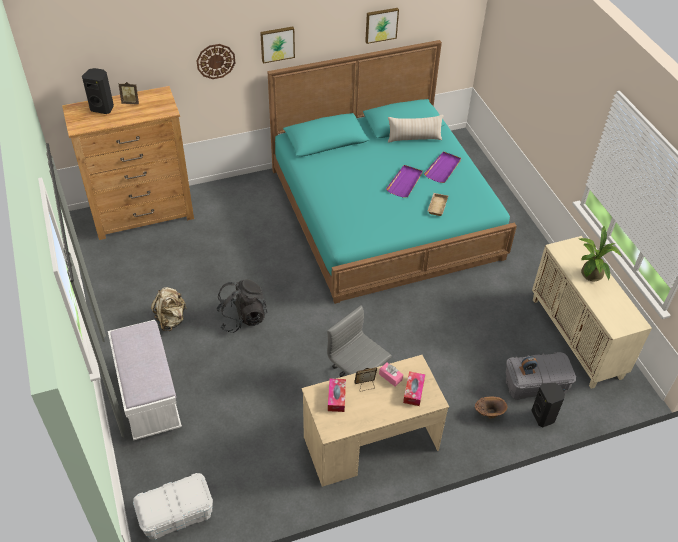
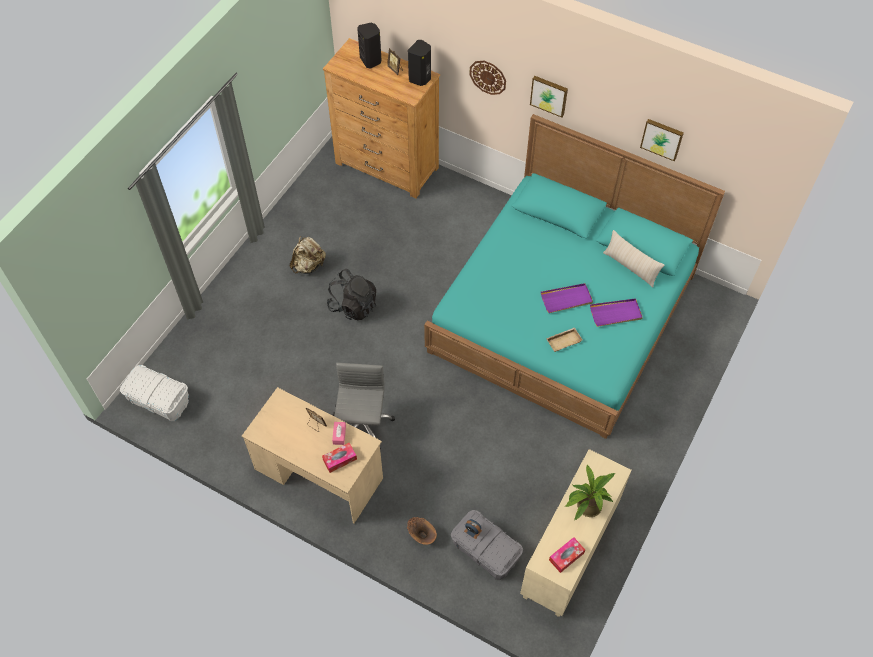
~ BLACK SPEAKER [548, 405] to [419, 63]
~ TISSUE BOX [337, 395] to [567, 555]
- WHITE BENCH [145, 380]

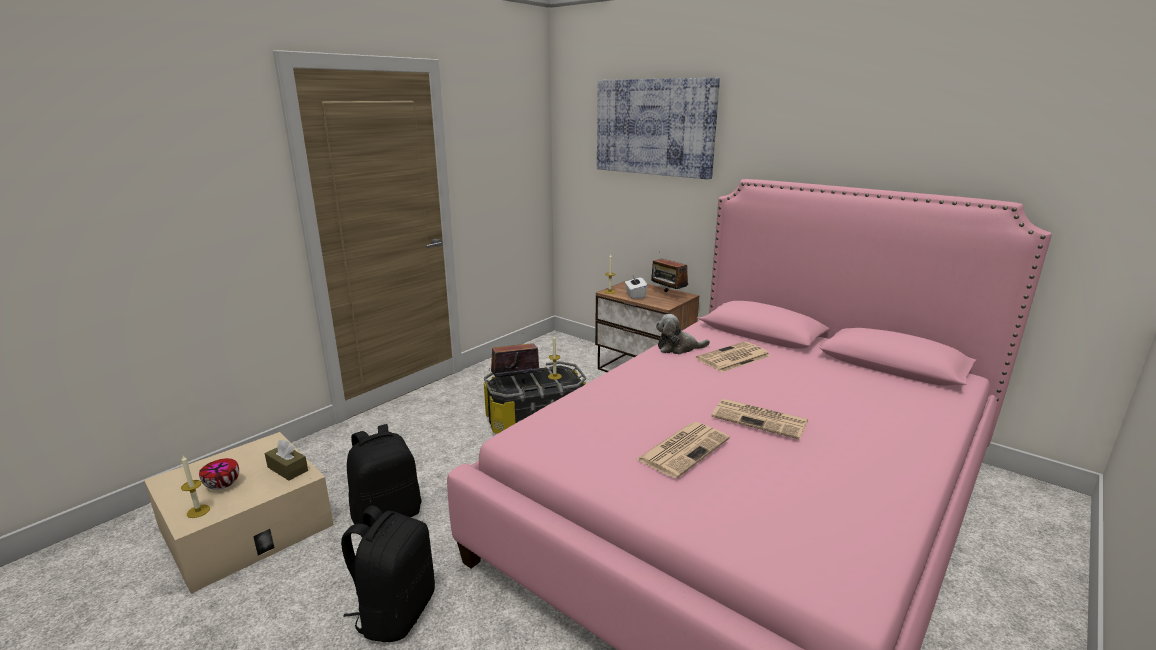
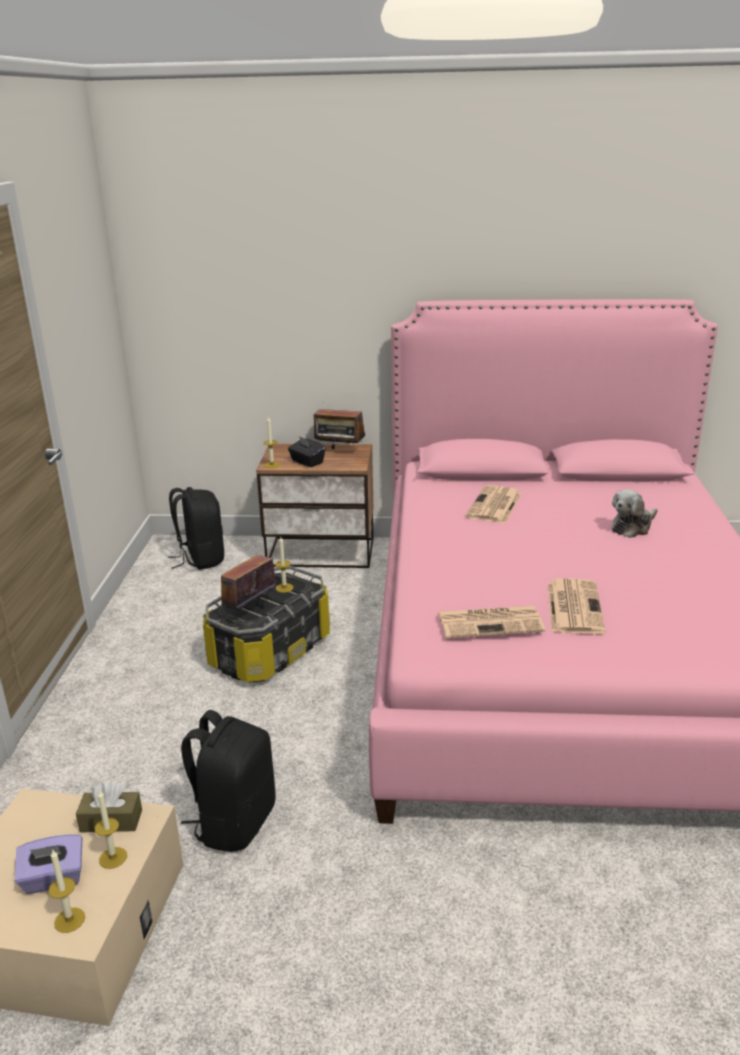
~ BOWL [219, 474] to PURPLE TISSUE BOX [49, 864]
+ CANDLE [111, 829]
~ BLACK BACKPACK [388, 573] to [195, 528]
~ WHITE TISSUE BOX [636, 287] to BLACK TISSUE BOX [306, 451]
~ NEWSPAPER [759, 419] to [491, 622]
~ PLUSH TOY [683, 334] to [634, 513]
- PICTURE [658, 128]

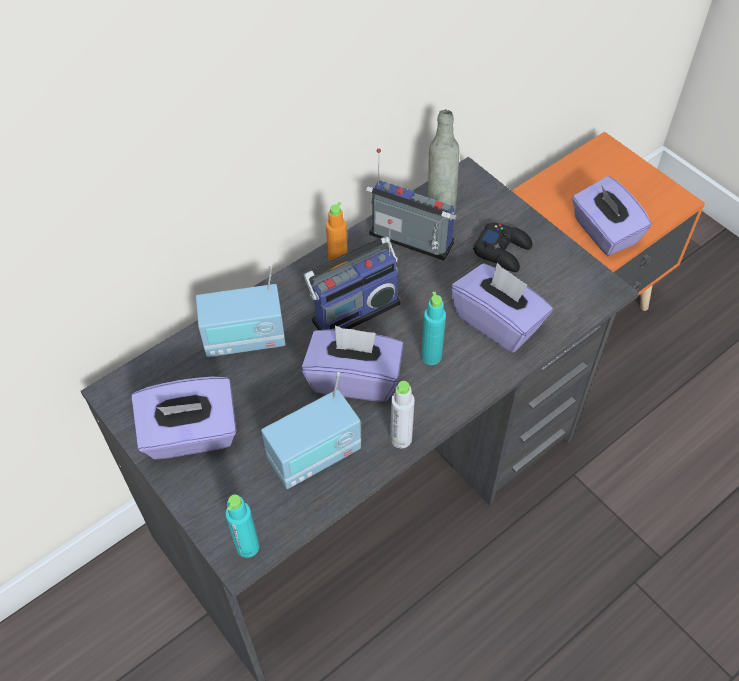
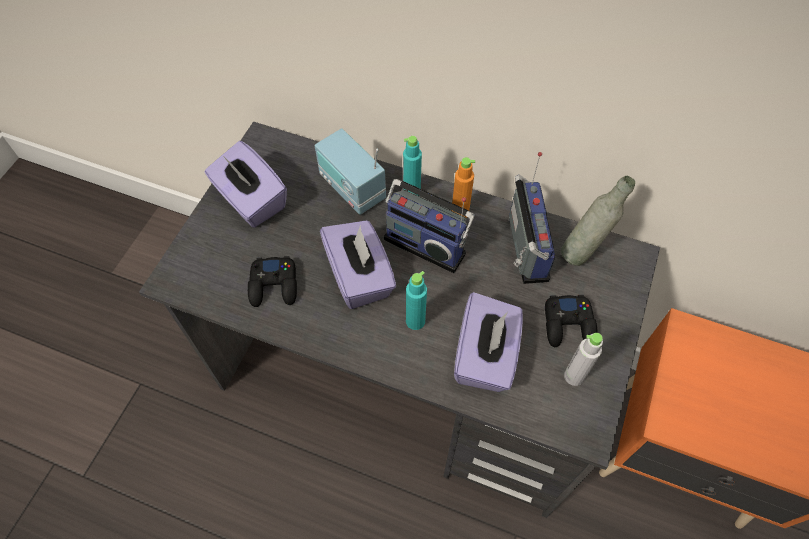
~ RADIO [311, 430] to BLACK GAME CONTROLLER [272, 281]
~ TURQUOISE BOTTLE [242, 526] to [412, 166]
~ GREY BOTTLE [402, 414] to [583, 359]
- PURPLE TISSUE BOX [612, 216]

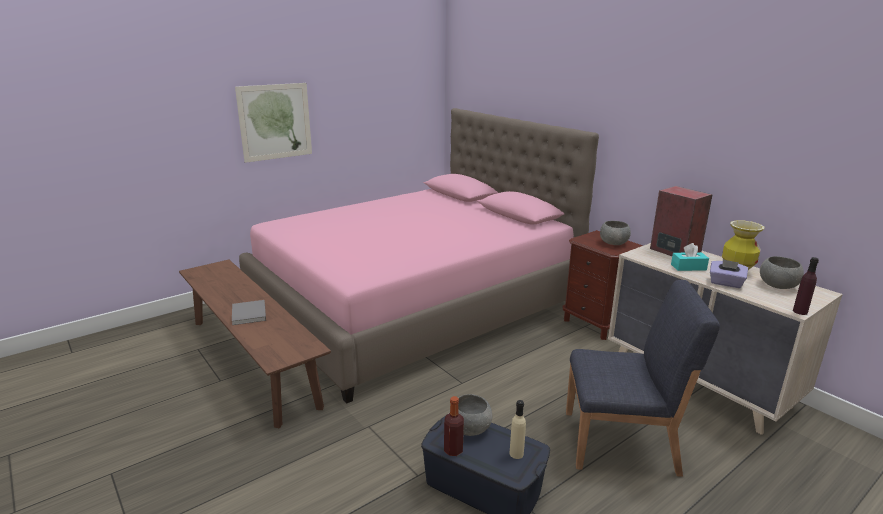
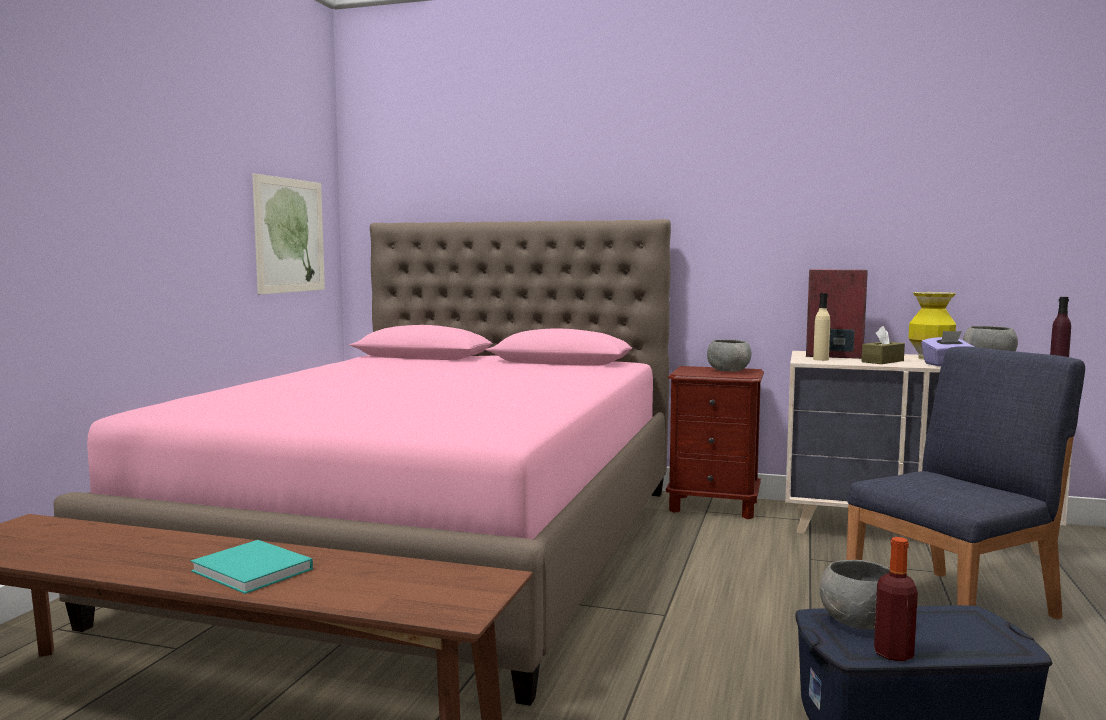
~ GREY BOOK [249, 312] to TURQUOISE BOOK [251, 567]
~ PICTURE [273, 123] to [288, 234]
~ BEIGE BOTTLE [518, 429] to [821, 327]
~ TURQUOISE TISSUE BOX [690, 257] to BROWN TISSUE BOX [883, 345]

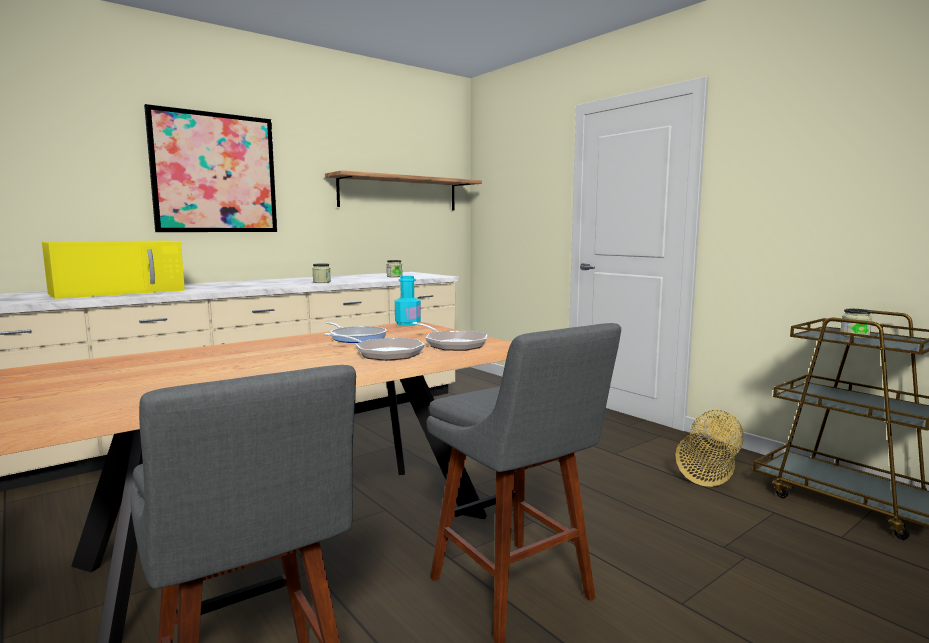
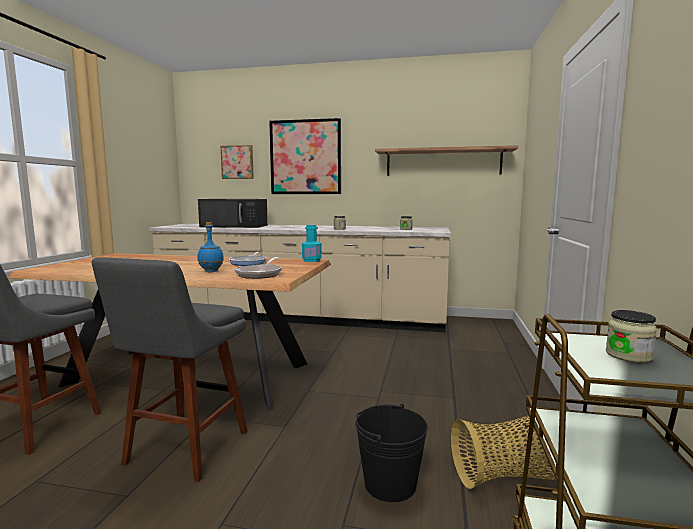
~ FRYING PAN [374, 347] to BLUE BOTTLE [210, 247]
~ YELLOW MICROWAVE [113, 270] to BLACK MICROWAVE [233, 213]
+ PICTURE [237, 162]
+ BLACK BUCKET [391, 453]

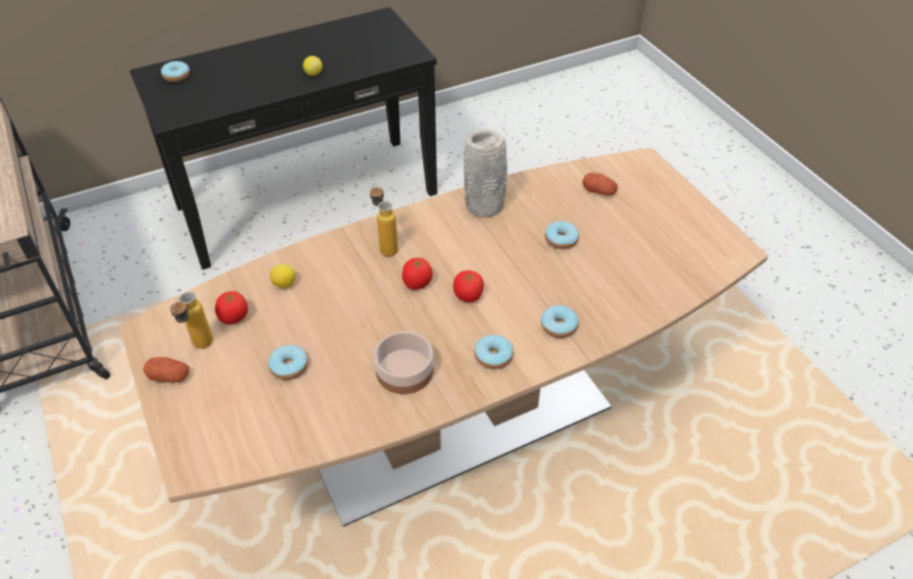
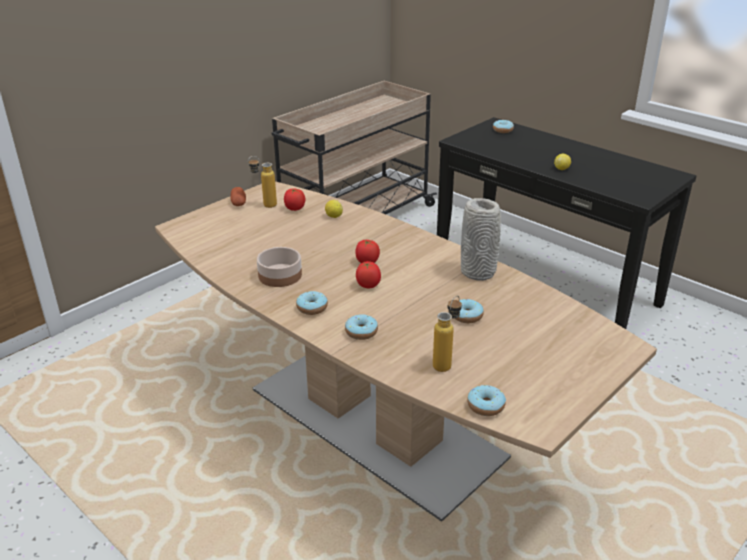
~ BOTTLE [384, 220] to [447, 333]
~ DONUT [288, 362] to [486, 400]
- POTATO [600, 184]

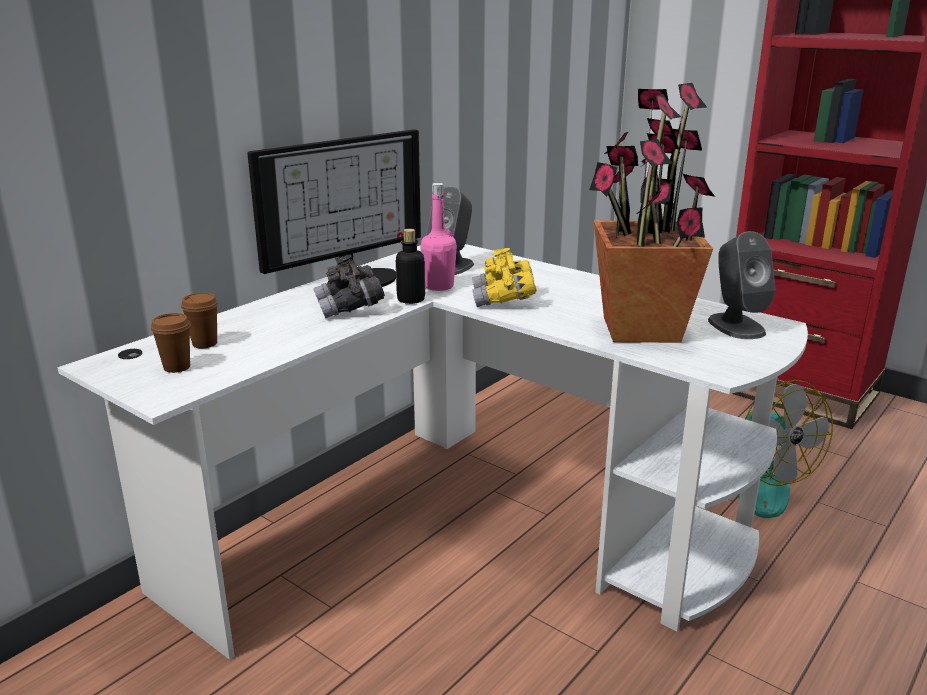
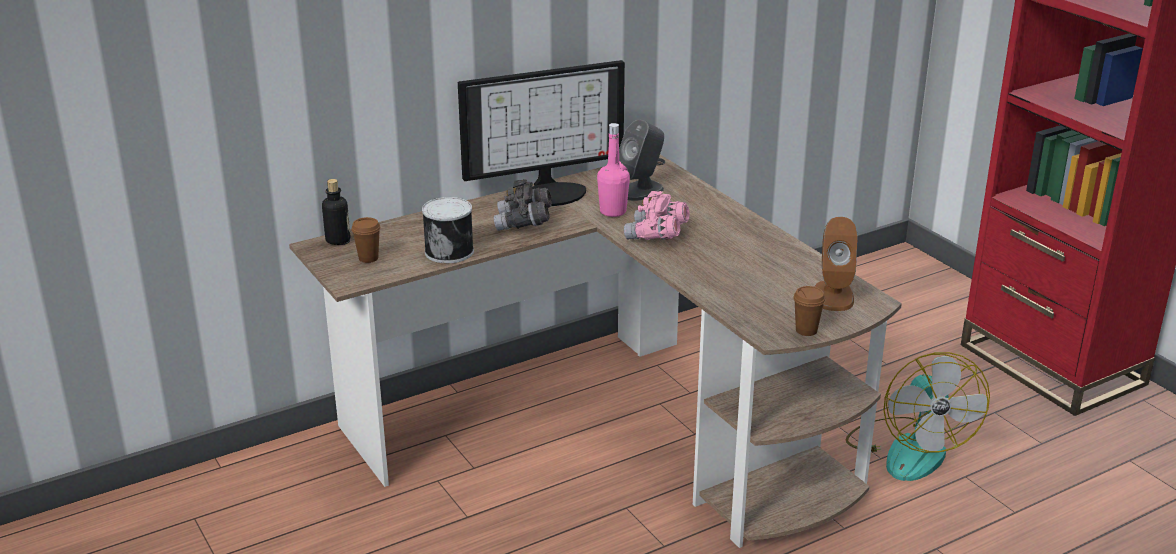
~ WHITE DESK [432, 452] to BROWN DESK [595, 351]
~ BOTTLE [410, 266] to [336, 212]
+ CAN [448, 230]
~ YELLOW BINOCULARS [504, 277] to PINK BINOCULARS [657, 215]
~ BROWN CUP [199, 320] to [809, 311]
~ GREY SPEAKER [741, 285] to BROWN SPEAKER [836, 264]
- POTTED PLANT [652, 213]

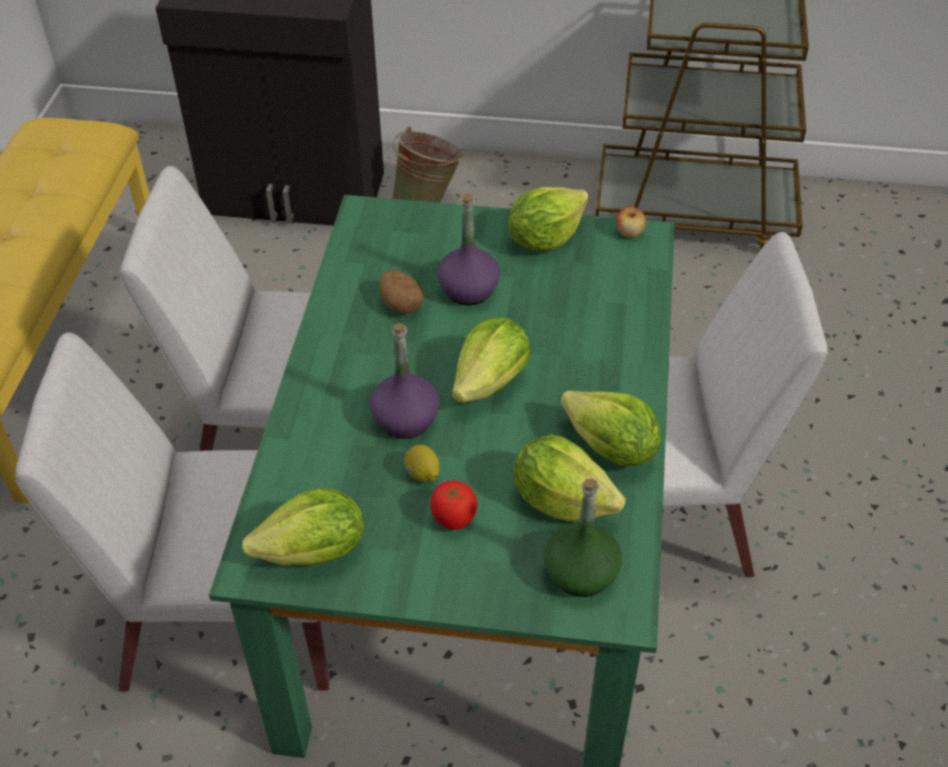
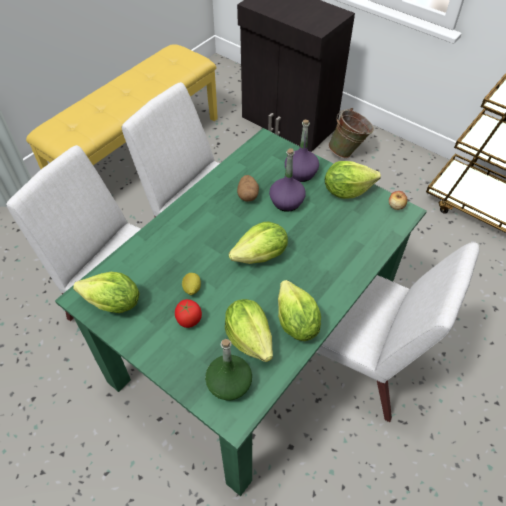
~ PURPLE BOTTLE [404, 381] to [302, 151]

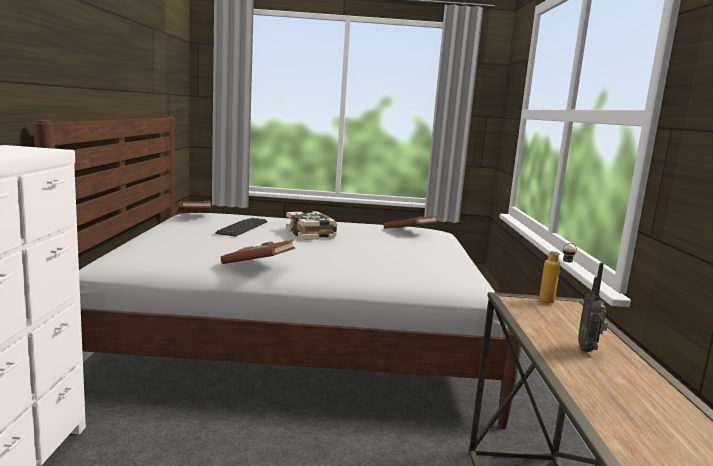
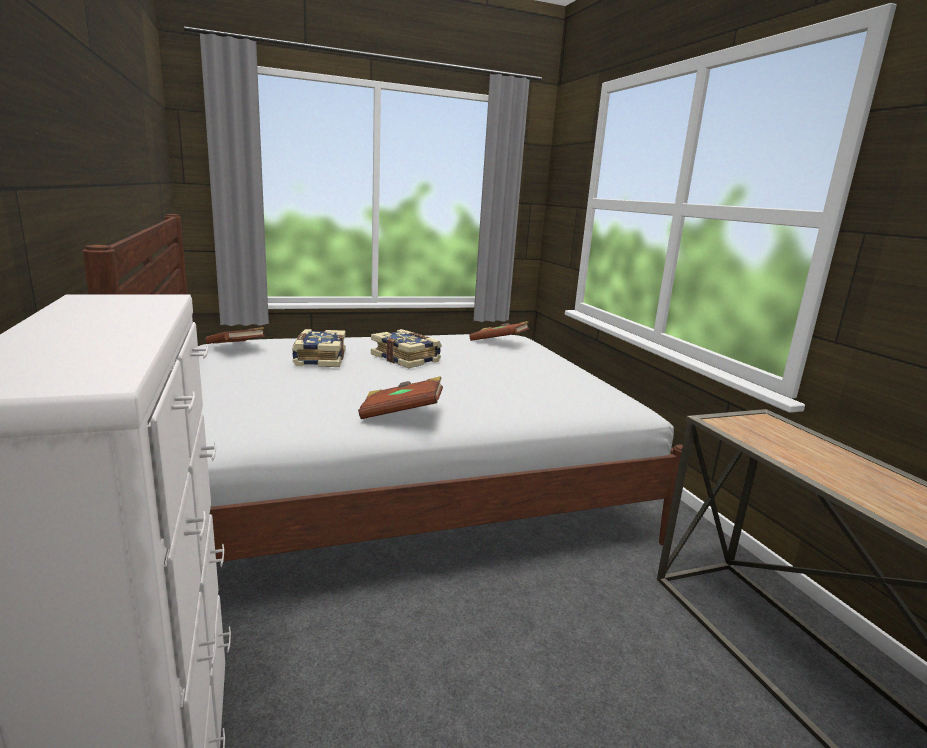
~ KEYBOARD [241, 227] to BOOK [318, 348]
- BOTTLE [558, 273]
- RADIO [593, 307]

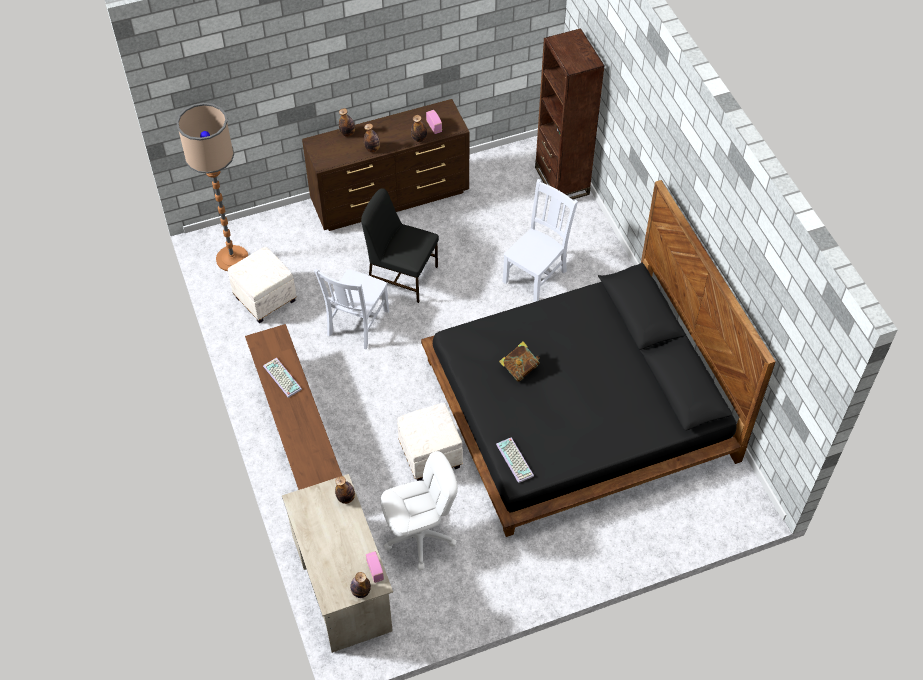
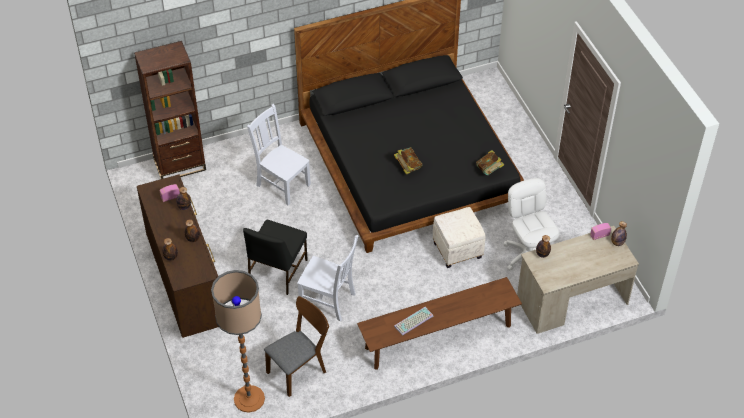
~ WHITE OTTOMAN [262, 285] to BROWN CHAIR [296, 346]
~ KEYBOARD [515, 460] to BOOK [490, 162]

